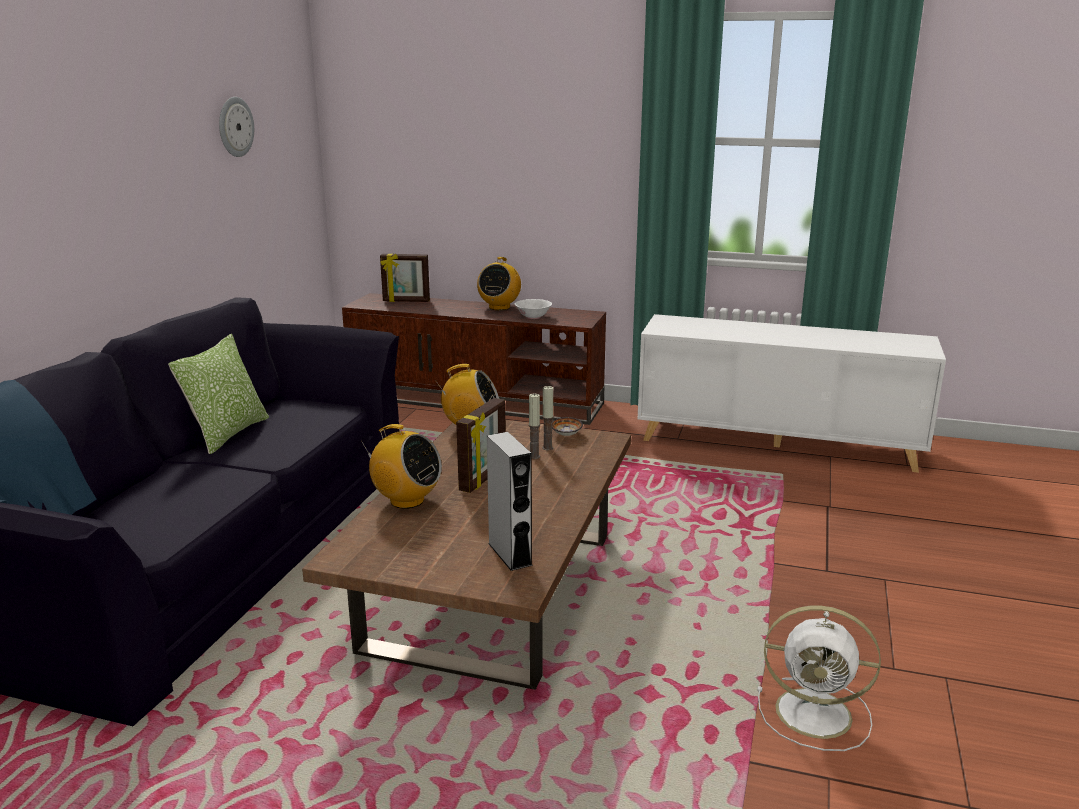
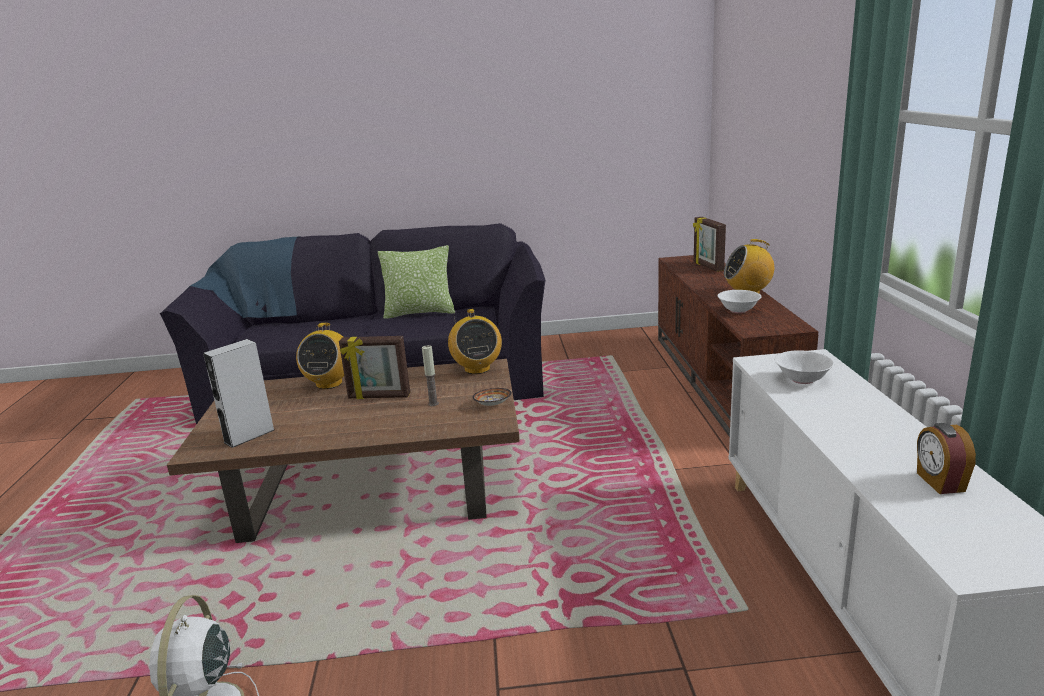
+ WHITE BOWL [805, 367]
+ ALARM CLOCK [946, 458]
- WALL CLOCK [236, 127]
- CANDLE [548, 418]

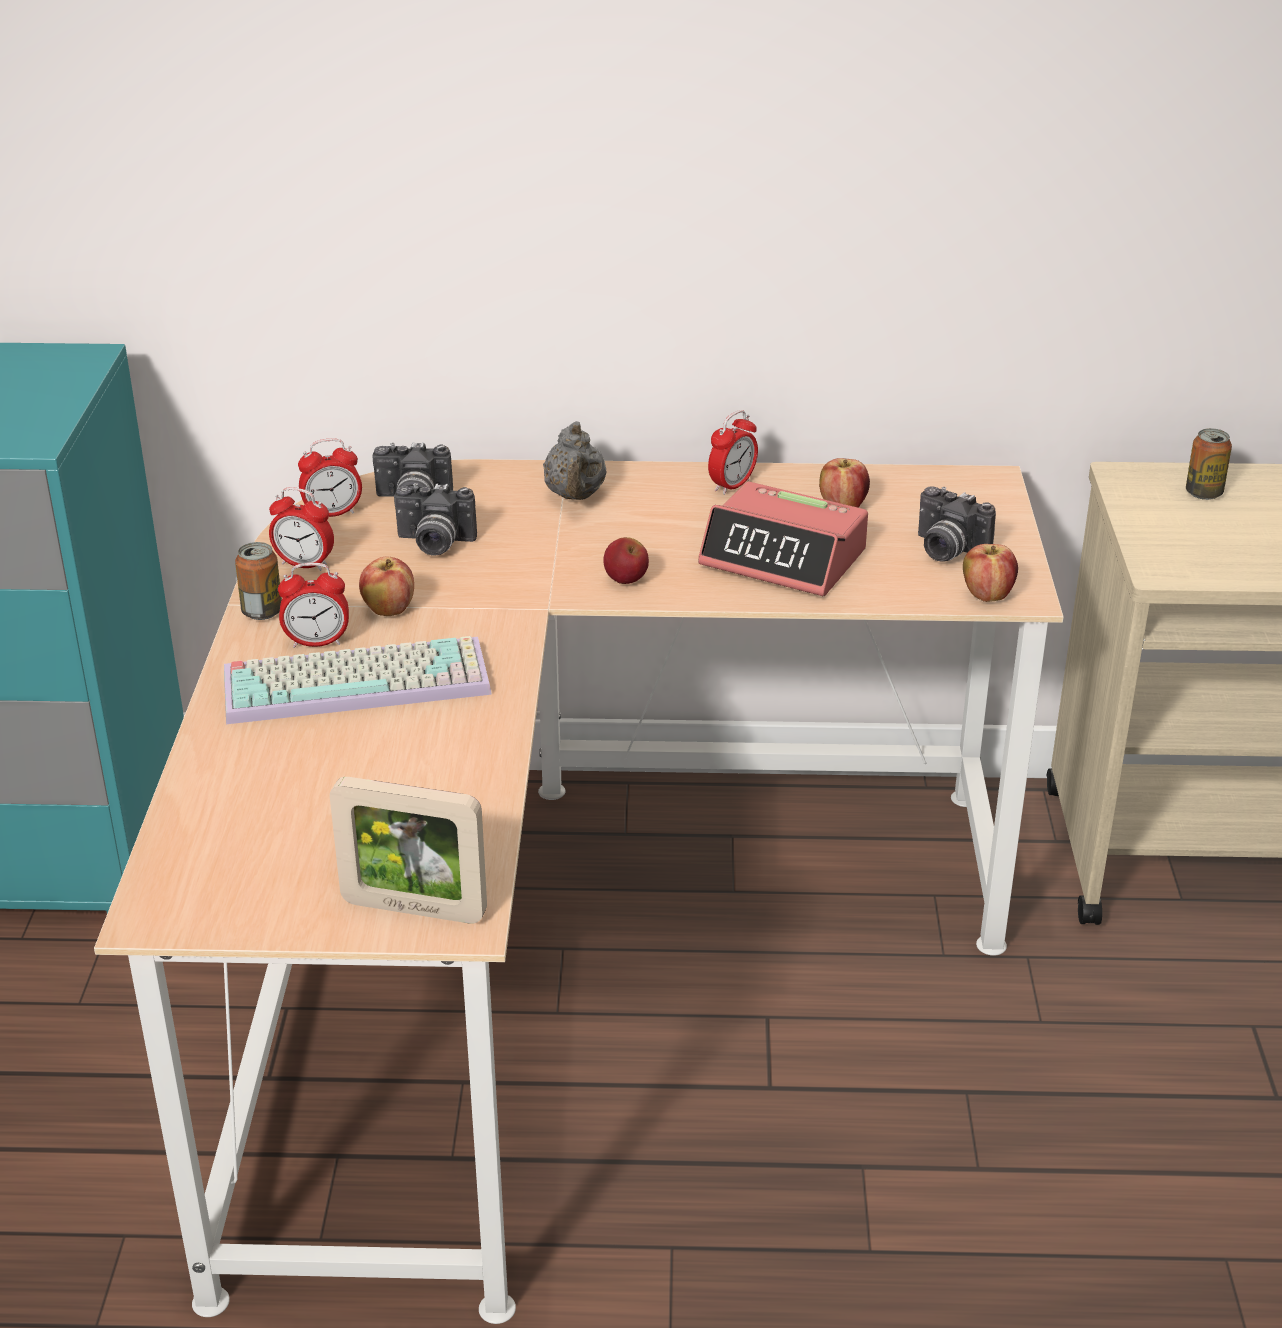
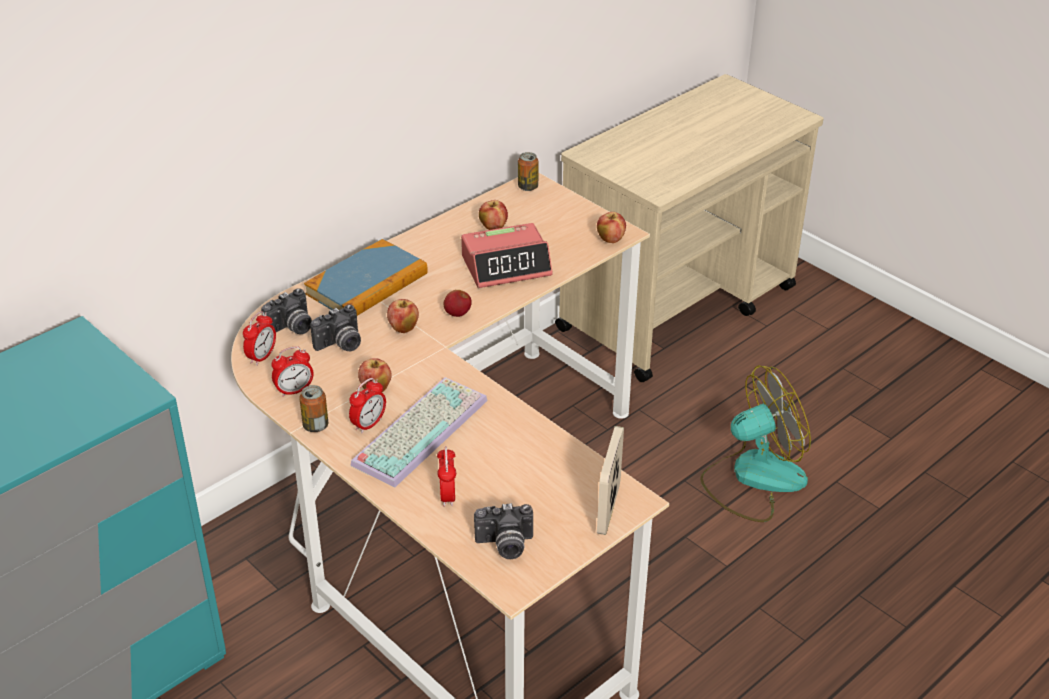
~ GREY TEAPOT [574, 460] to BOOK [366, 277]
+ APPLE [403, 316]
~ ALARM CLOCK [733, 452] to [446, 476]
~ PHOTO CAMERA [957, 524] to [503, 531]
~ CAN [1209, 464] to [528, 171]
~ PICTURE FRAME [408, 850] = [610, 480] 135 degrees clockwise
+ FAN [755, 443]

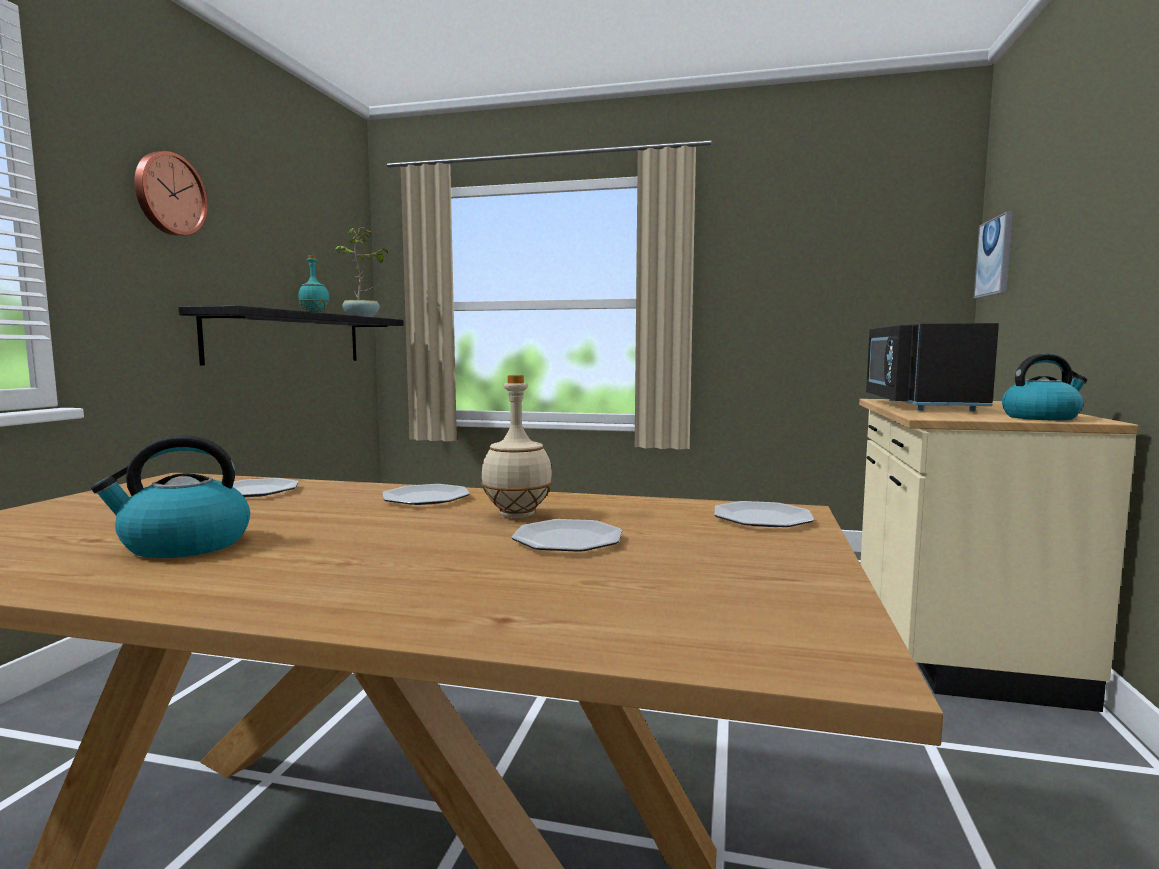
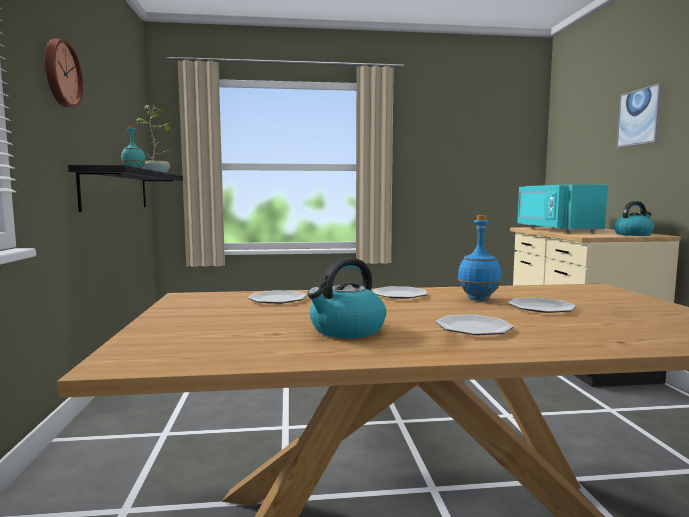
~ PLATE [764, 514] to [475, 324]
~ BEIGE BOTTLE [517, 446] to BLUE BOTTLE [479, 258]
~ BLACK MICROWAVE [932, 367] to TURQUOISE MICROWAVE [562, 208]
~ PICTURE [993, 254] to [640, 115]

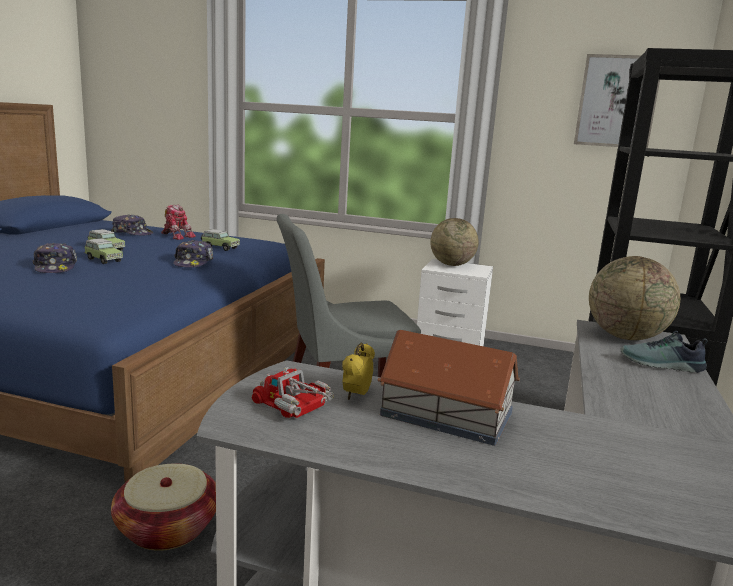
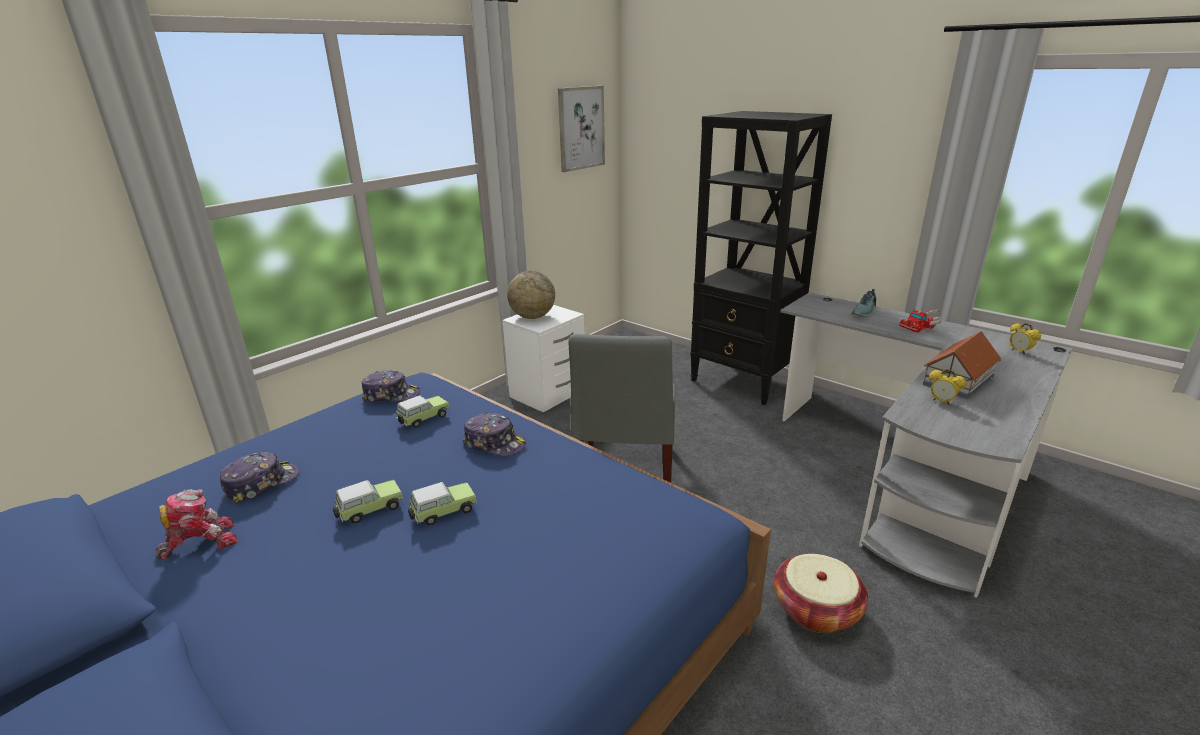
~ TOY ROBOT [178, 222] to [196, 524]
~ CAP [55, 258] to [391, 386]
~ TOY TRUCK [293, 392] to [920, 321]
+ ALARM CLOCK [1025, 339]
- GLOBE [634, 298]

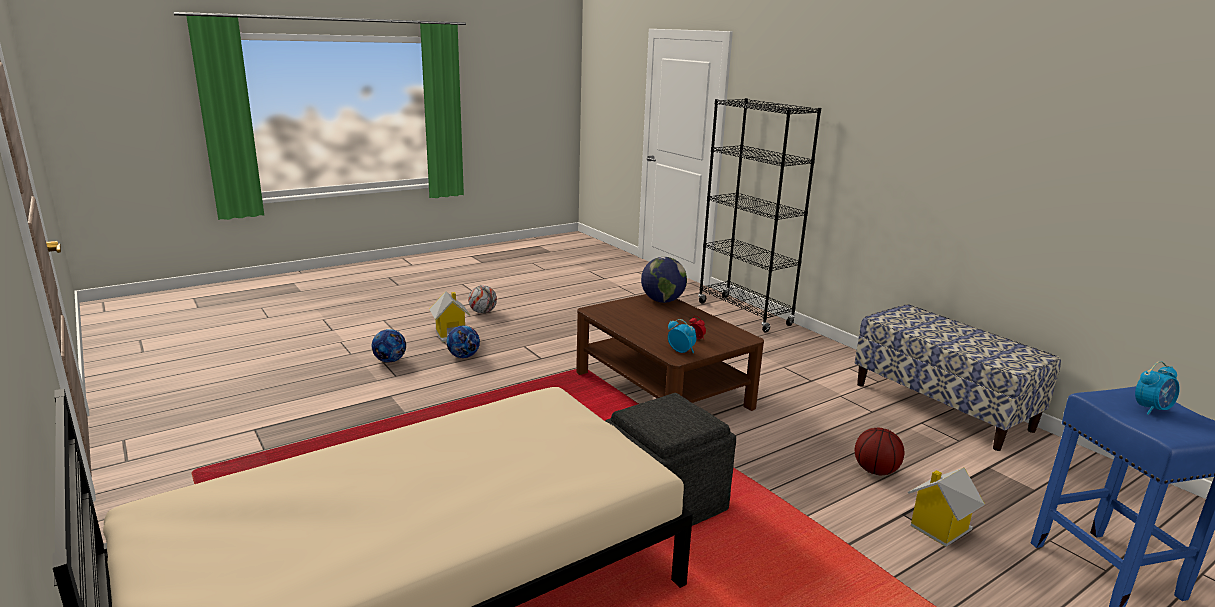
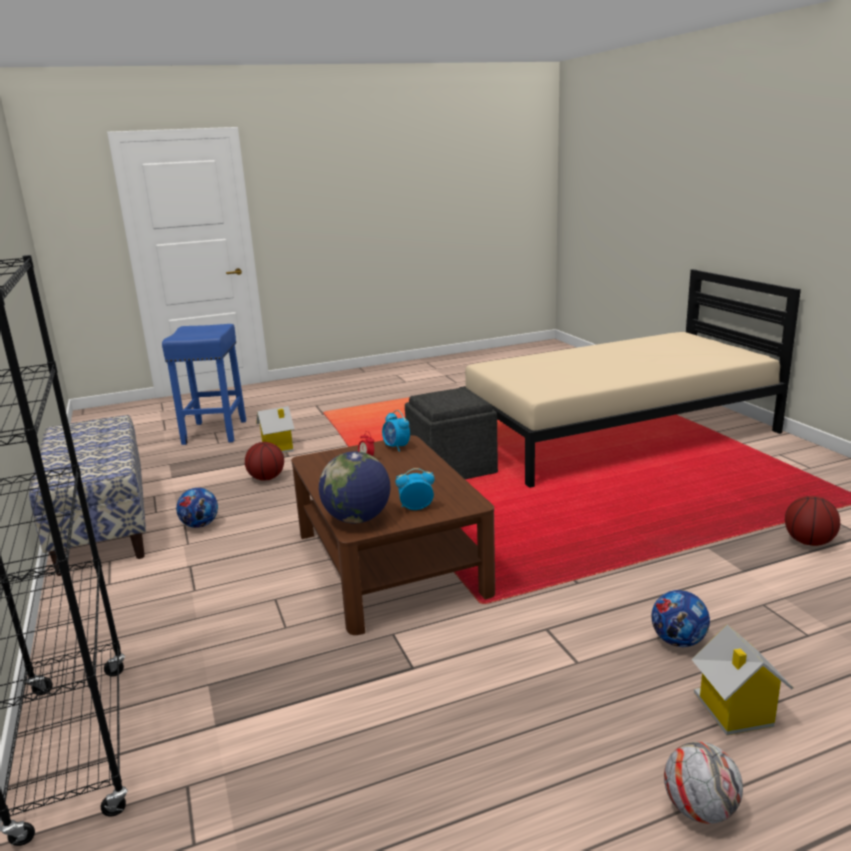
~ FOOTBALL [389, 346] to [197, 508]
~ ALARM CLOCK [1157, 388] to [415, 489]
+ BASKETBALL [812, 521]

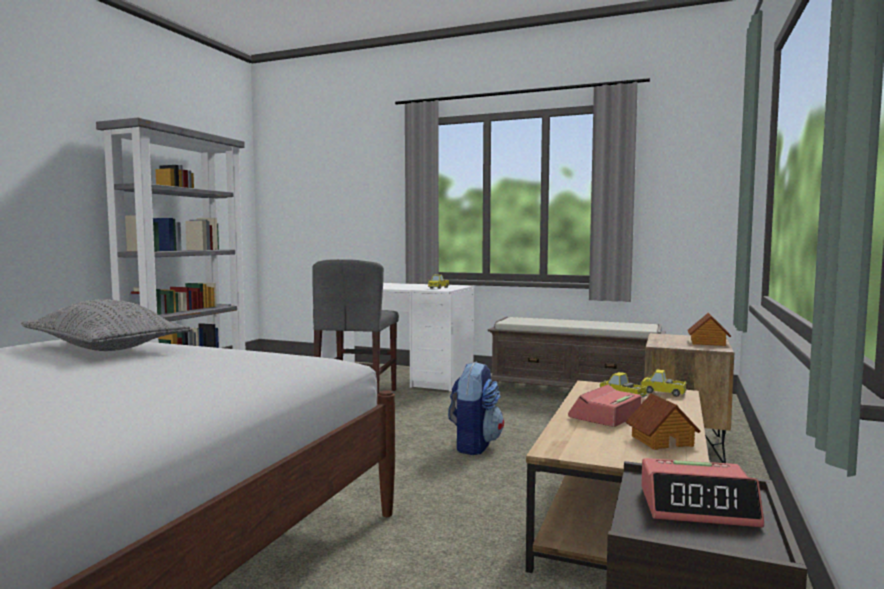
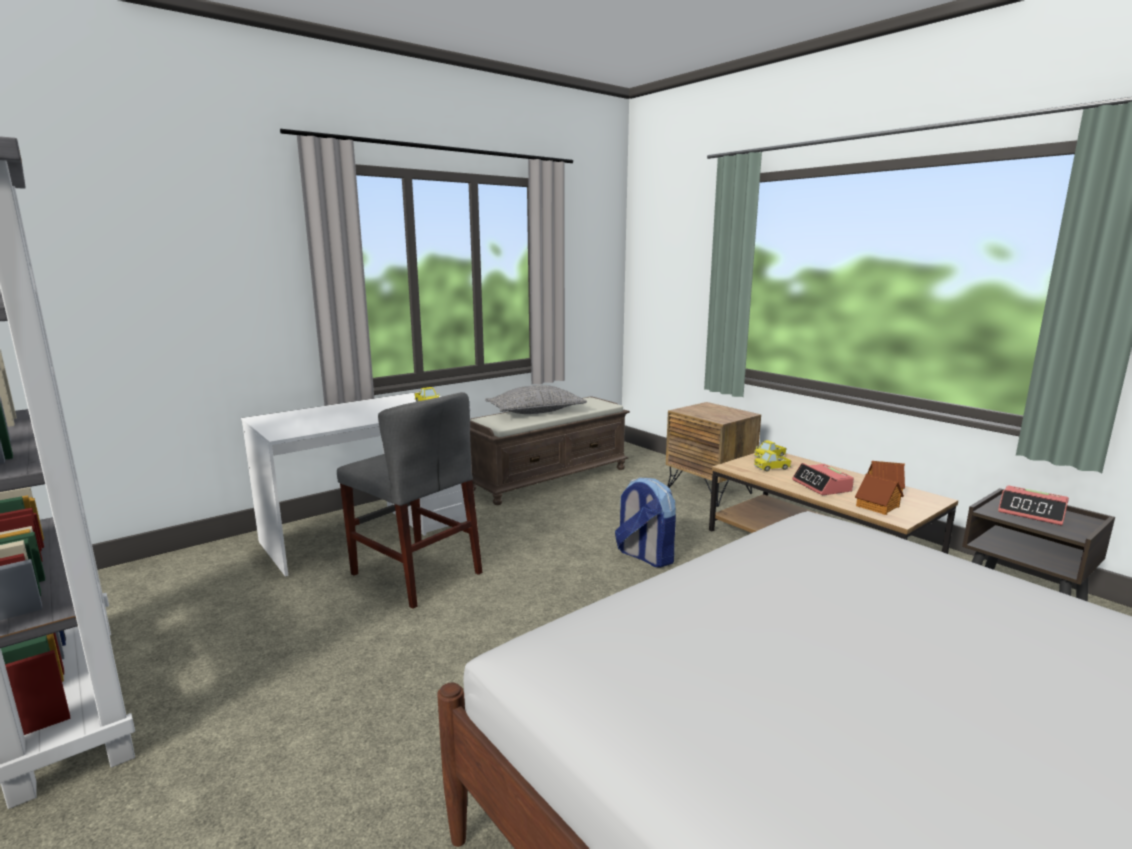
~ GREY PILLOW [106, 325] to [536, 399]
~ TOY HOUSE [709, 329] to [879, 494]
~ ALARM CLOCK [702, 492] = [1033, 505] 90 degrees clockwise

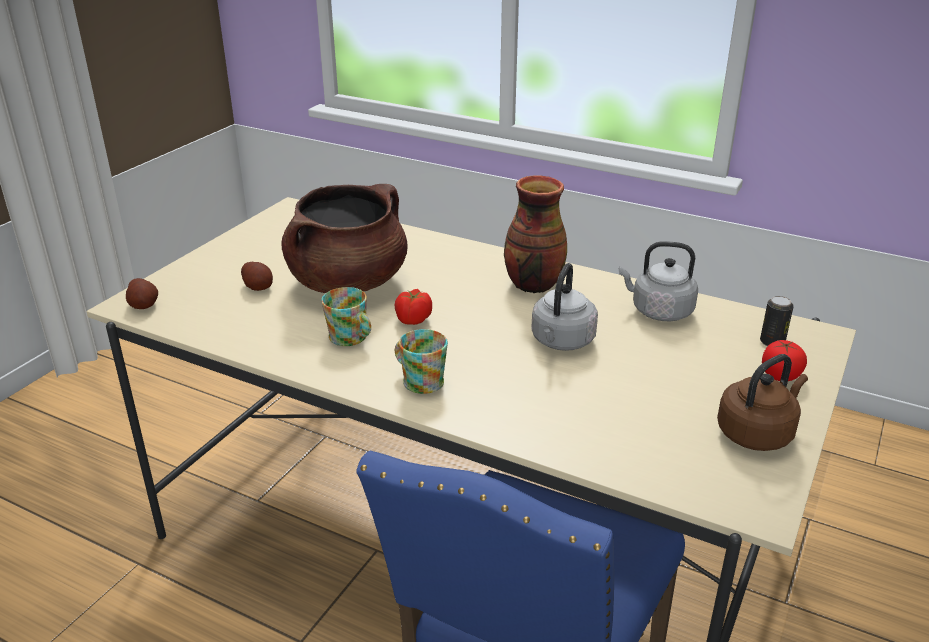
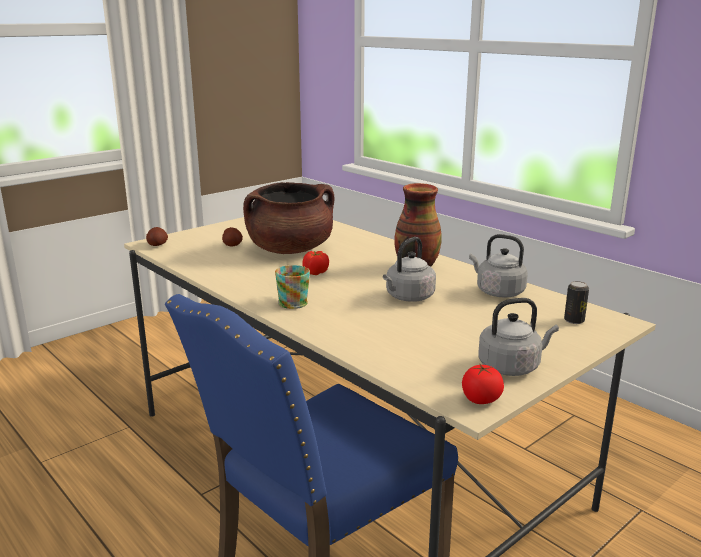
~ TOMATO [784, 360] to [483, 384]
~ BROWN KETTLE [762, 402] to GREY KETTLE [518, 337]
- MUG [346, 316]

